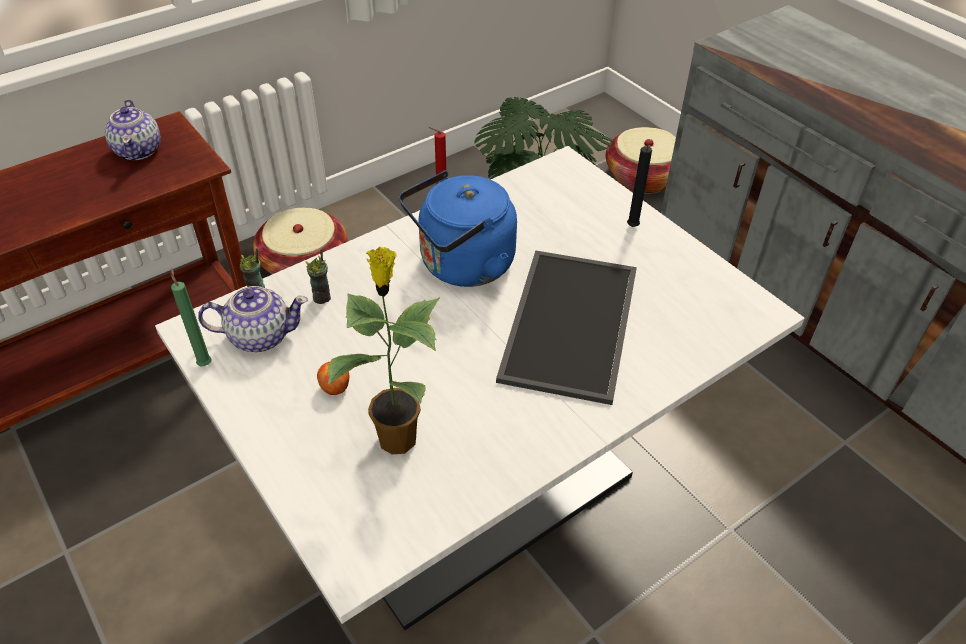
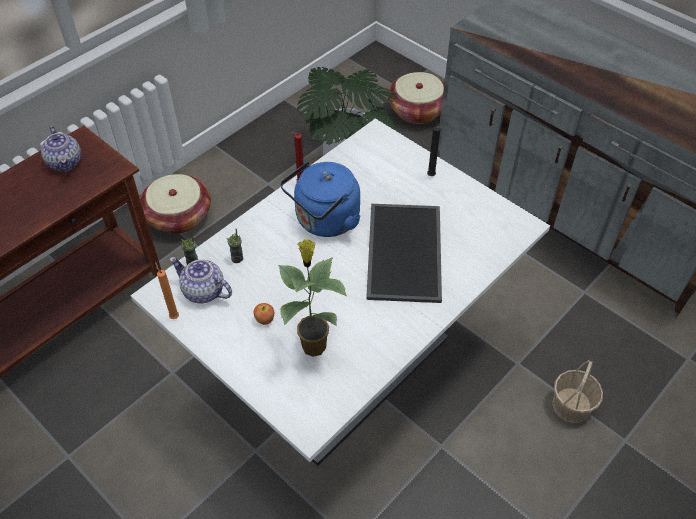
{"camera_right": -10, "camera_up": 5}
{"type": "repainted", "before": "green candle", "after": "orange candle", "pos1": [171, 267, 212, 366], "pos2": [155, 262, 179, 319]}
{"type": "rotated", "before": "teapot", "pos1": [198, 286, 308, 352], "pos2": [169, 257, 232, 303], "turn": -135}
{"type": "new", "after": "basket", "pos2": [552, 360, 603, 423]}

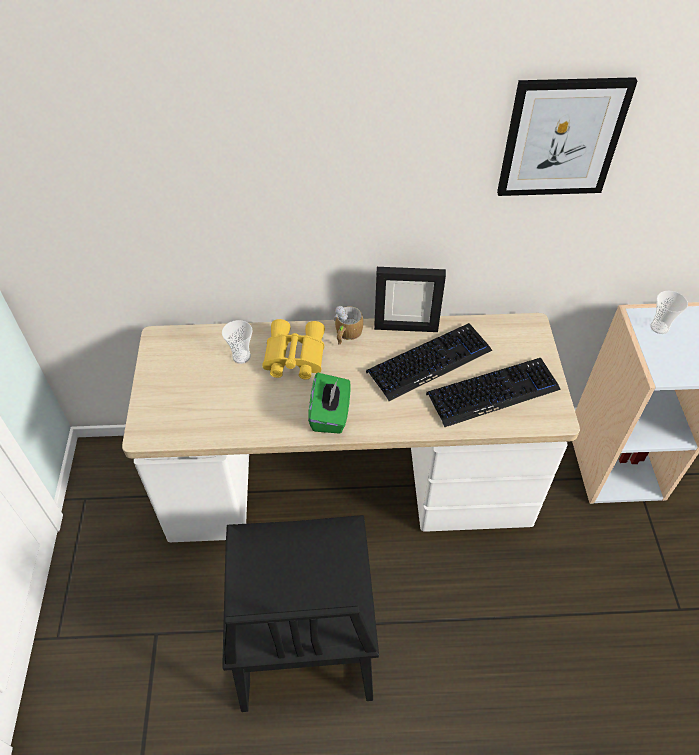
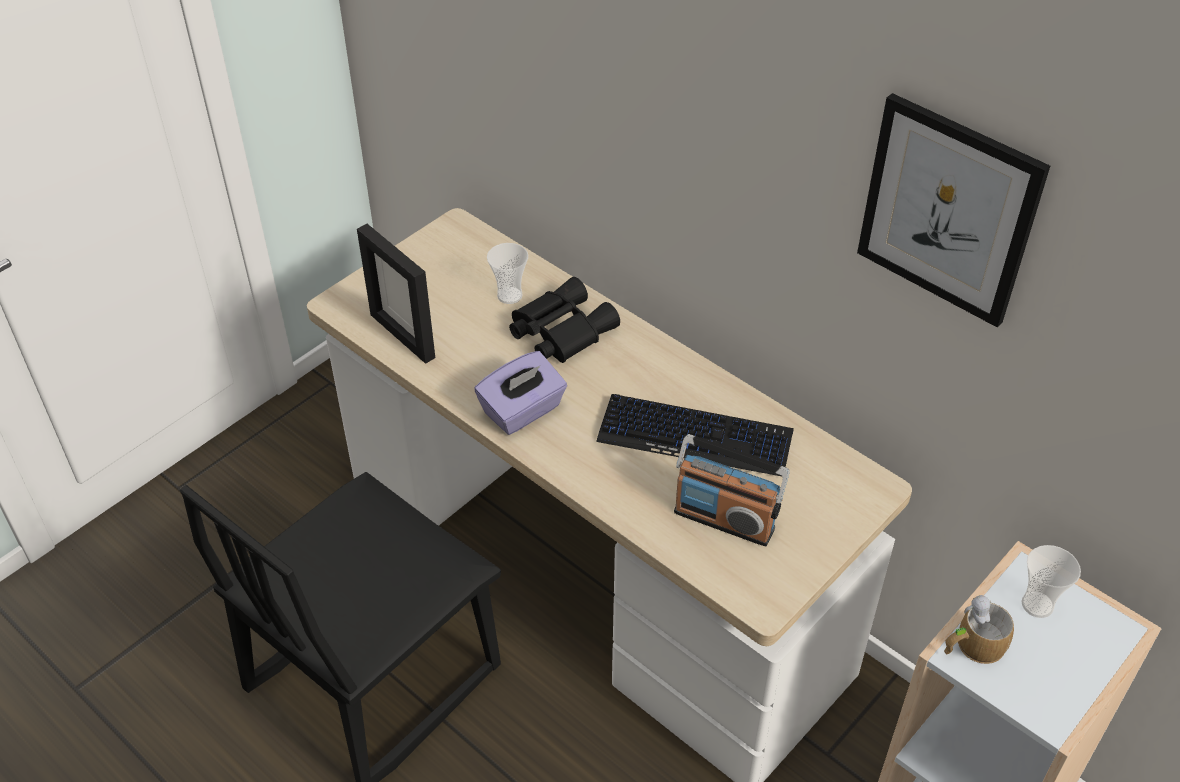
{"camera_right": 45, "camera_up": -5}
{"type": "shifted", "before": "picture frame", "pos1": [374, 267, 446, 332], "pos2": [357, 224, 435, 364]}
{"type": "shifted", "before": "mug", "pos1": [334, 306, 363, 345], "pos2": [944, 595, 1014, 664]}
{"type": "repainted", "before": "yellow binoculars", "after": "black binoculars", "pos1": [262, 319, 325, 379], "pos2": [509, 277, 620, 363]}
{"type": "swapped", "before": "keyboard", "after": "radio", "pos1": [426, 358, 561, 427], "pos2": [674, 434, 790, 546]}
{"type": "repainted", "before": "green tissue box", "after": "purple tissue box", "pos1": [308, 373, 351, 434], "pos2": [474, 351, 567, 435]}

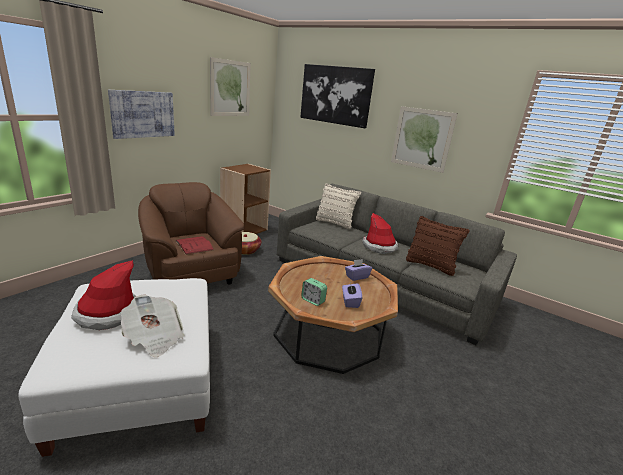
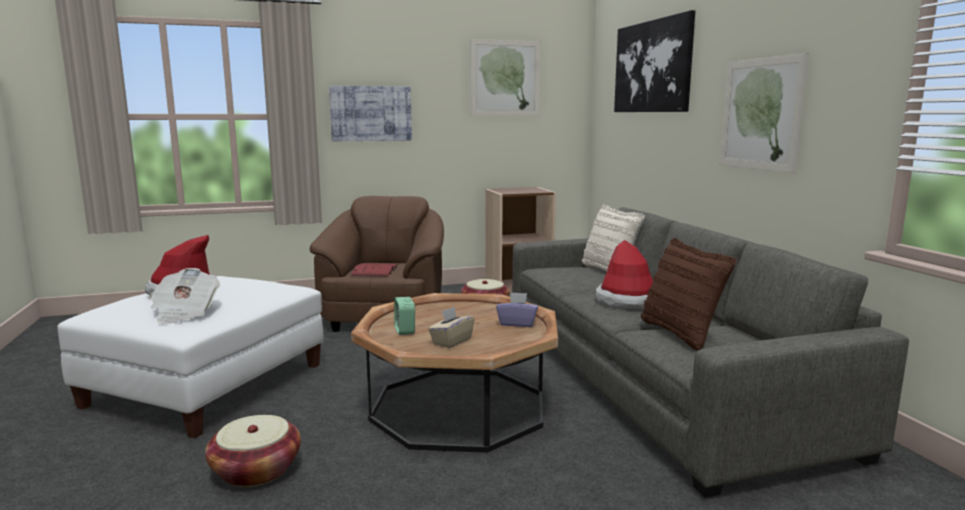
{"camera_right": 40, "camera_up": -10}
{"type": "repainted", "before": "purple tissue box", "after": "beige tissue box", "pos1": [342, 282, 362, 308], "pos2": [428, 307, 475, 348]}
{"type": "new", "after": "basket", "pos2": [205, 415, 301, 487]}

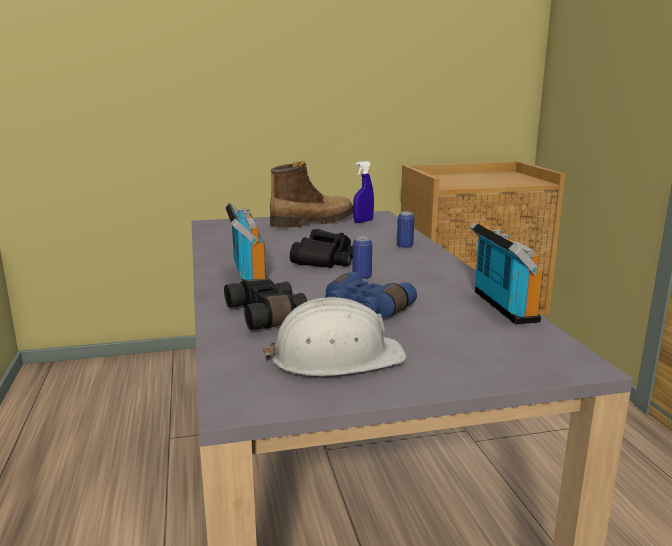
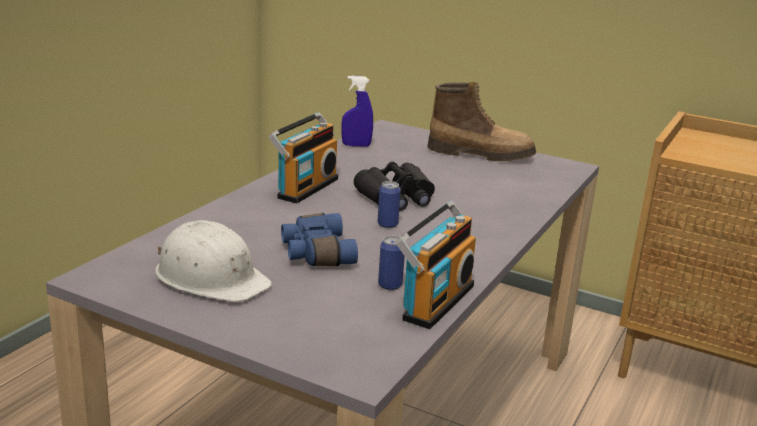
{"camera_right": 40, "camera_up": 5}
{"type": "shifted", "before": "blue spray bottle", "pos1": [353, 161, 374, 223], "pos2": [342, 76, 373, 147]}
{"type": "shifted", "before": "can", "pos1": [397, 211, 414, 248], "pos2": [378, 235, 405, 290]}
{"type": "gone", "before": "black binoculars", "pos1": [224, 279, 307, 330]}

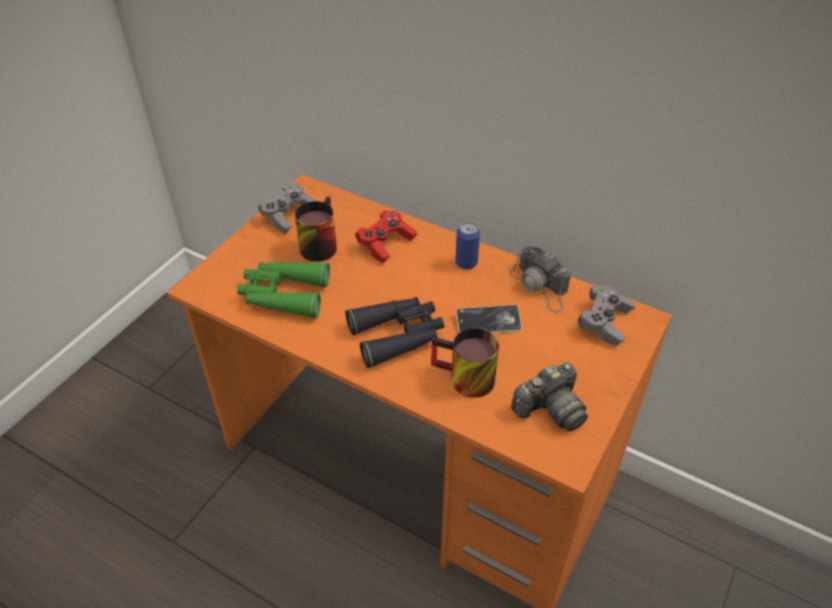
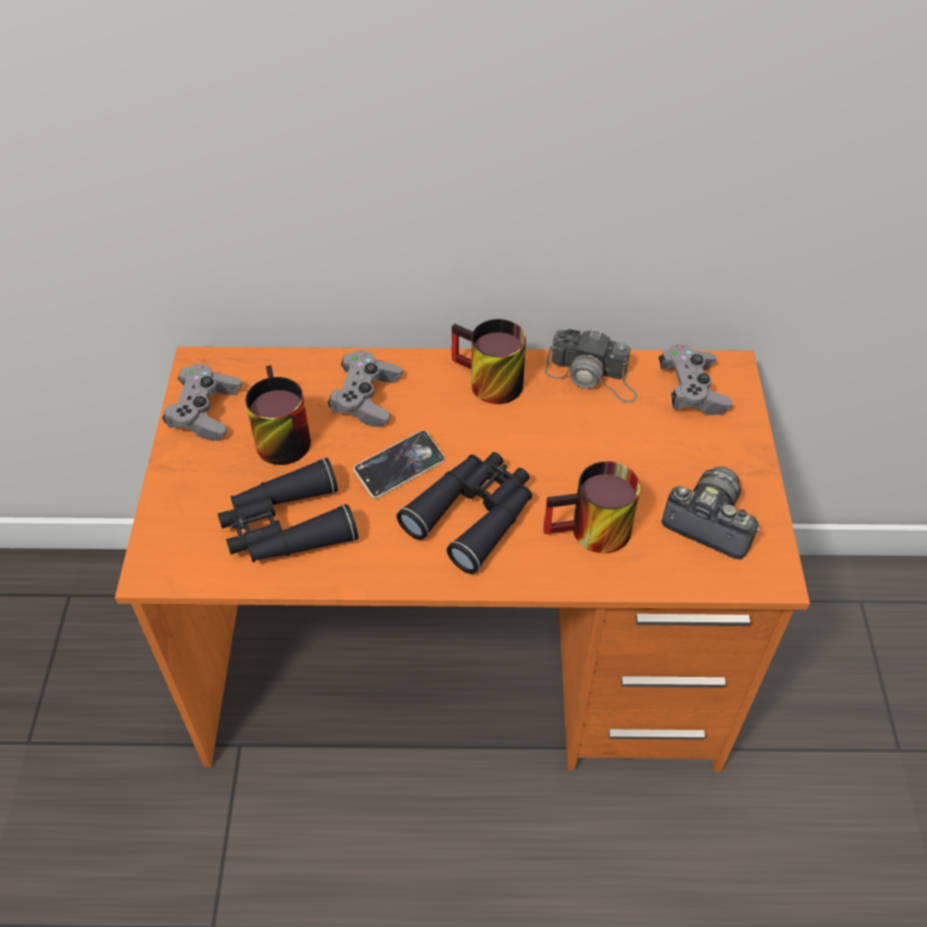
{"camera_right": -30, "camera_up": 5}
{"type": "repainted", "before": "red game controller", "after": "grey game controller", "pos1": [355, 210, 417, 263], "pos2": [328, 350, 403, 428]}
{"type": "swapped", "before": "can", "after": "mug", "pos1": [455, 221, 480, 269], "pos2": [451, 319, 526, 404]}
{"type": "repainted", "before": "green binoculars", "after": "black binoculars", "pos1": [237, 262, 330, 318], "pos2": [218, 458, 358, 562]}
{"type": "shifted", "before": "phone", "pos1": [456, 305, 522, 333], "pos2": [354, 430, 445, 499]}
{"type": "rotated", "before": "photo camera", "pos1": [511, 363, 588, 431], "pos2": [661, 467, 761, 559], "turn": -90}

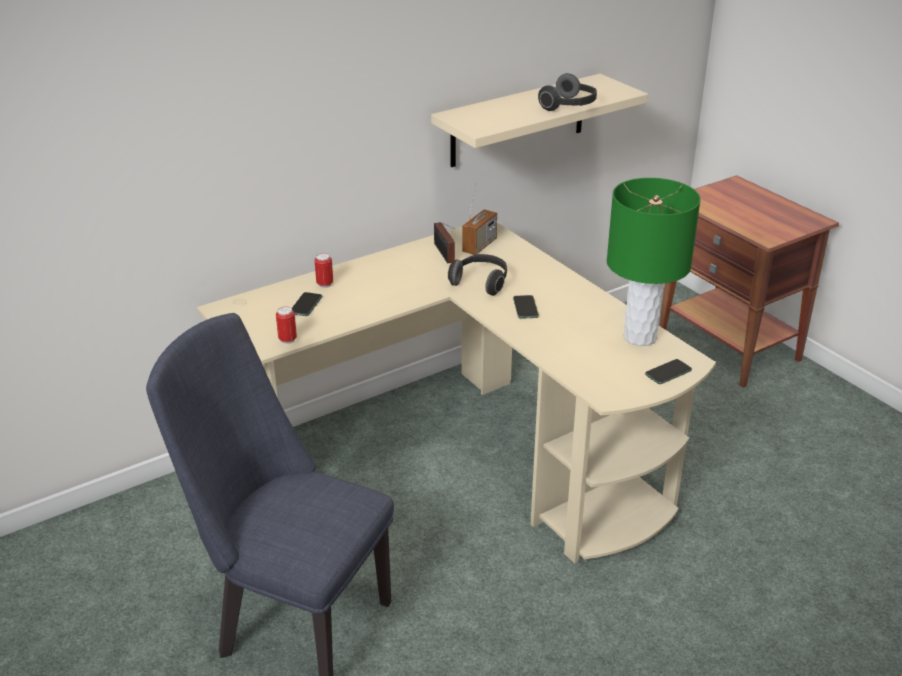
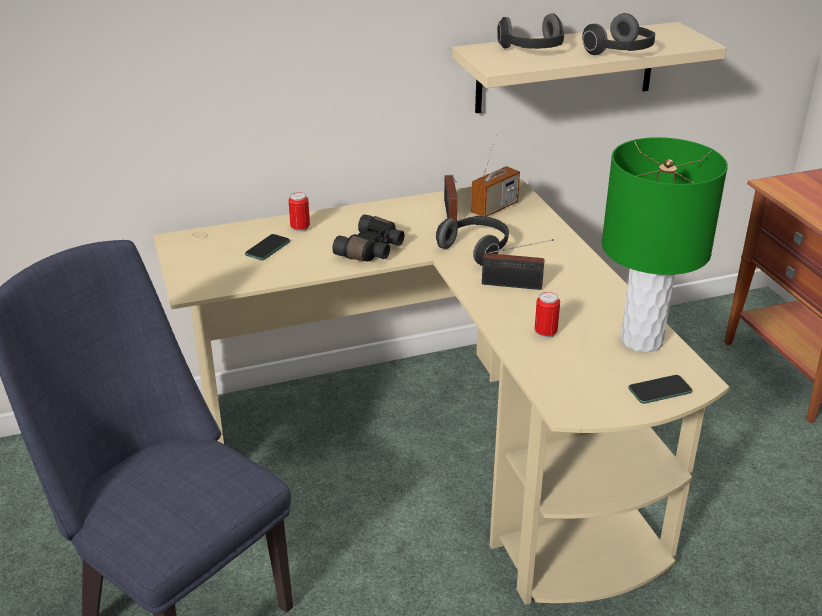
{"camera_right": 15, "camera_up": 0}
{"type": "swapped", "before": "phone", "after": "radio", "pos1": [513, 295, 539, 319], "pos2": [482, 239, 554, 290]}
{"type": "shifted", "before": "can", "pos1": [276, 306, 297, 344], "pos2": [534, 292, 560, 339]}
{"type": "new", "after": "headphones", "pos2": [497, 13, 564, 49]}
{"type": "new", "after": "black binoculars", "pos2": [332, 214, 404, 262]}

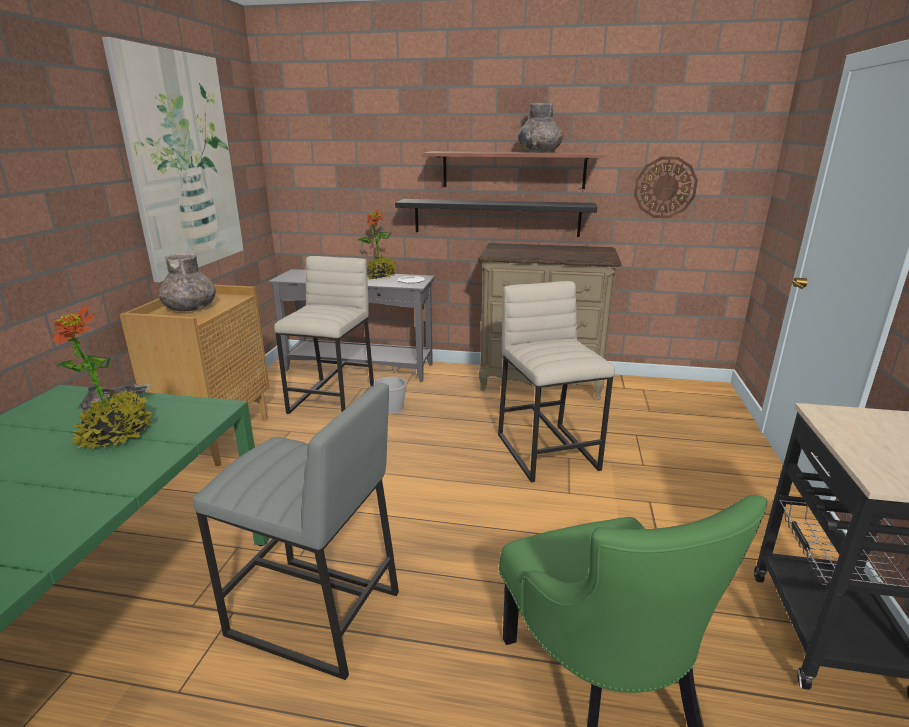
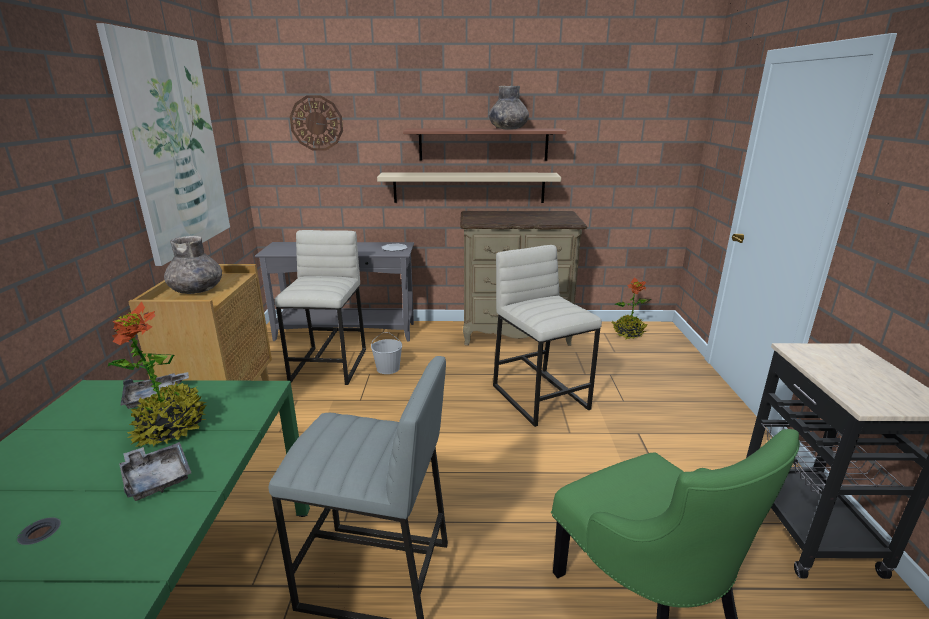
{"camera_right": -10, "camera_up": 0}
{"type": "shifted", "before": "wall clock", "pos1": [634, 157, 698, 218], "pos2": [290, 95, 343, 151]}
{"type": "repainted", "before": "black shelf", "after": "beige shelf", "pos1": [395, 199, 597, 237], "pos2": [377, 172, 561, 203]}
{"type": "shifted", "before": "potted plant", "pos1": [358, 210, 396, 279], "pos2": [611, 278, 651, 340]}
{"type": "new", "after": "grey tray", "pos2": [119, 442, 191, 501]}

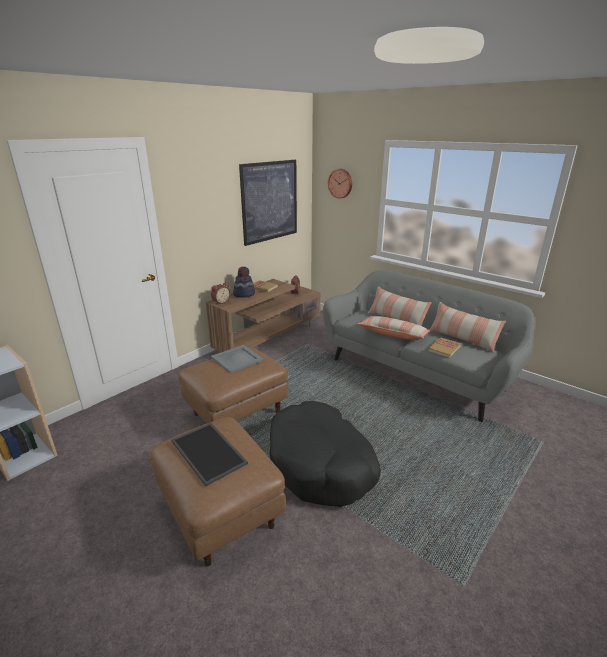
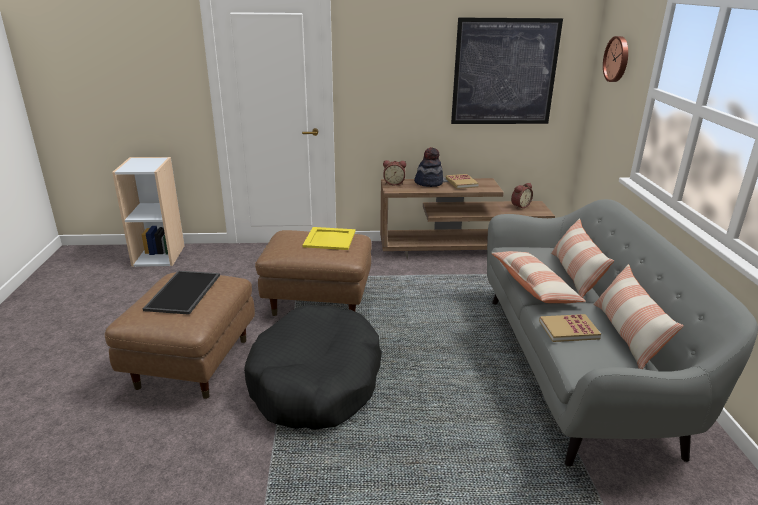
{"camera_right": 45, "camera_up": 0}
{"type": "repainted", "before": "grey tray", "after": "yellow tray", "pos1": [211, 345, 264, 373], "pos2": [303, 227, 355, 250]}

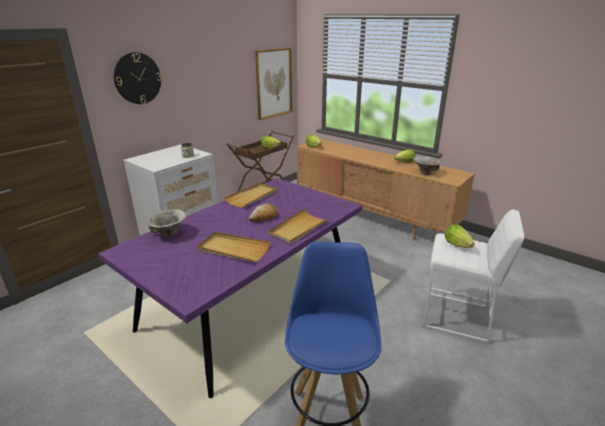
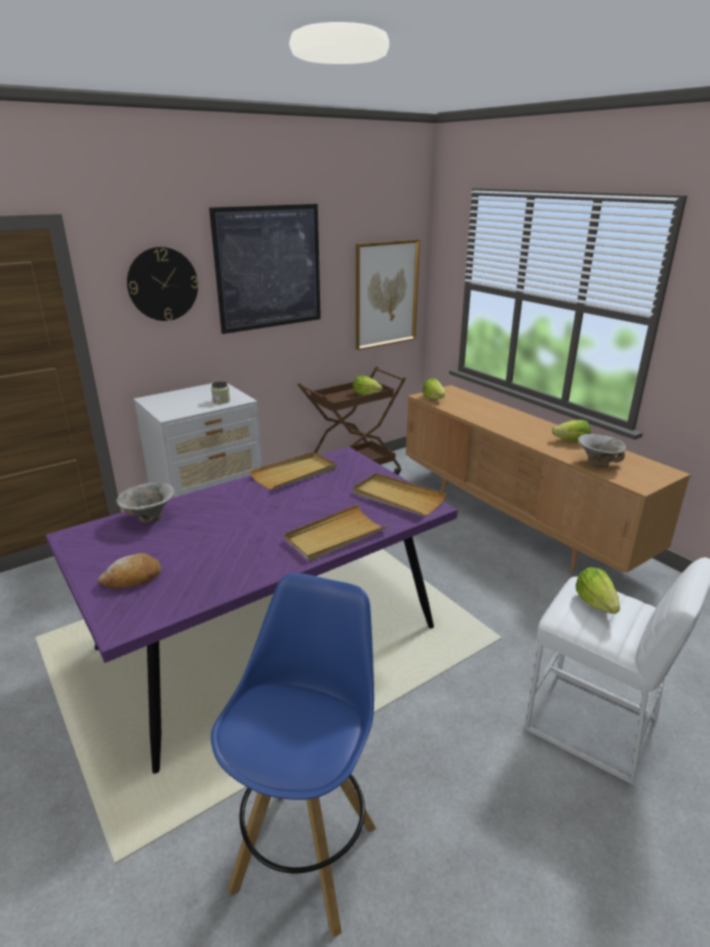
{"camera_right": 15, "camera_up": 0}
{"type": "shifted", "before": "bread", "pos1": [249, 204, 278, 222], "pos2": [98, 553, 161, 589]}
{"type": "shifted", "before": "beige tray", "pos1": [197, 232, 271, 262], "pos2": [353, 473, 446, 516]}
{"type": "new", "after": "picture", "pos2": [209, 204, 321, 334]}

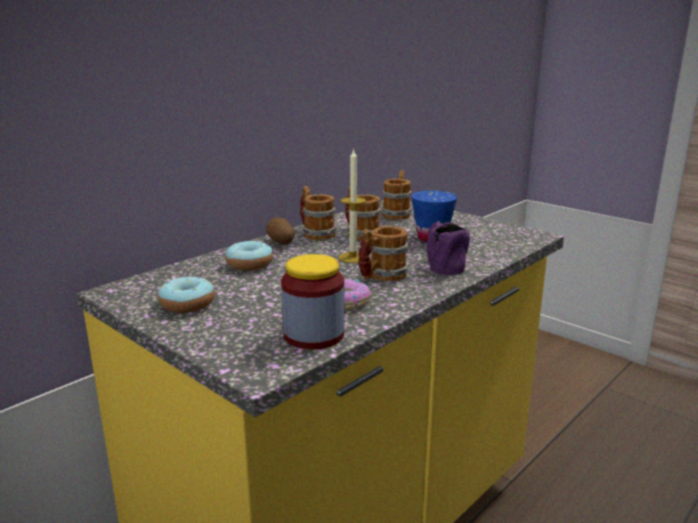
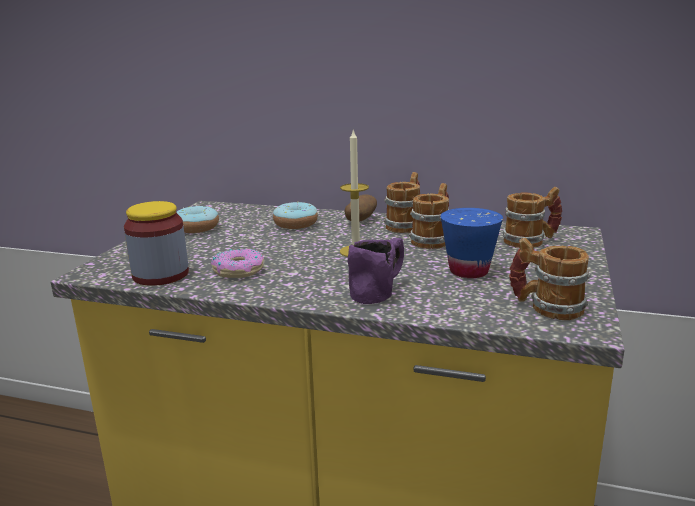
{"camera_right": 65, "camera_up": 0}
{"type": "shifted", "before": "mug", "pos1": [358, 226, 409, 281], "pos2": [509, 238, 590, 320]}

